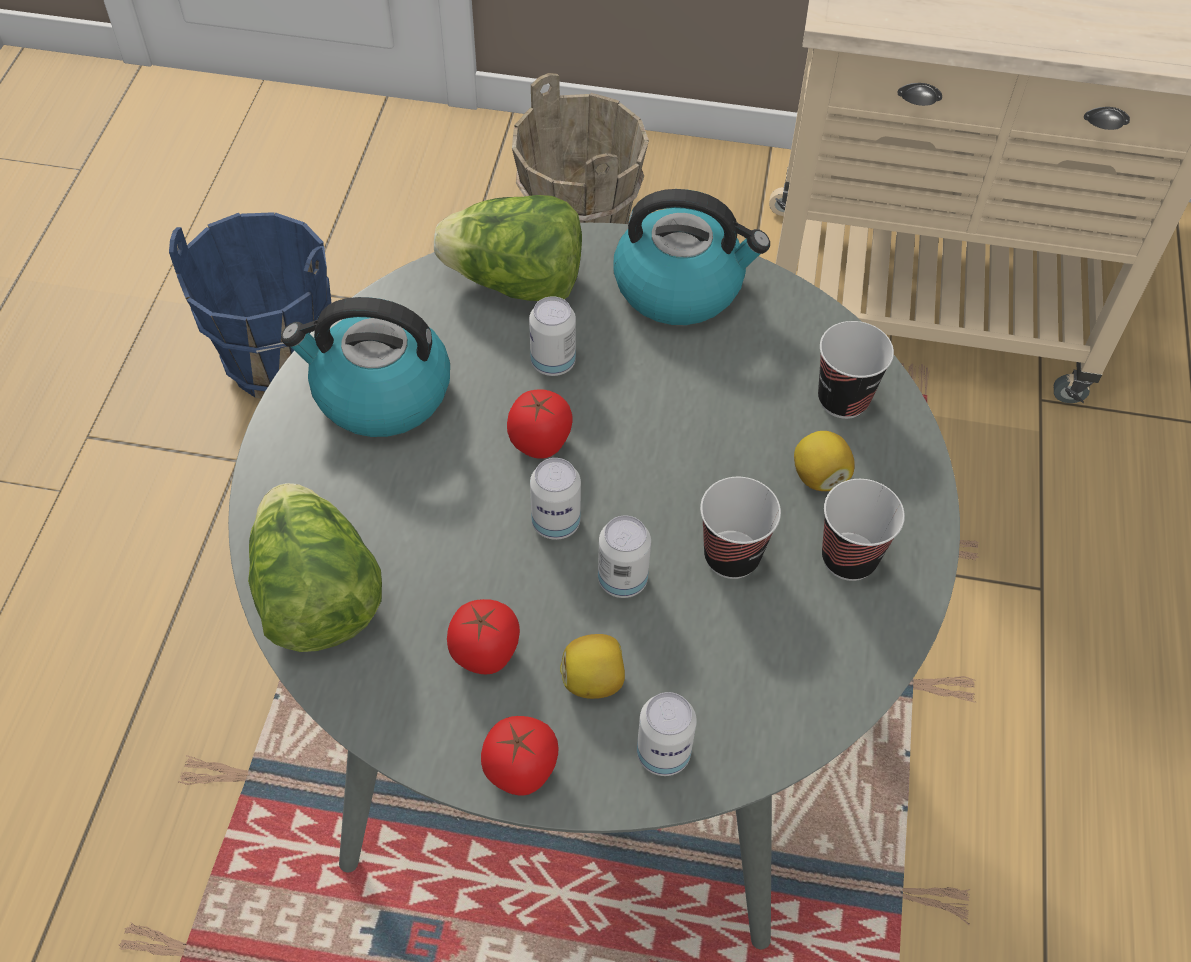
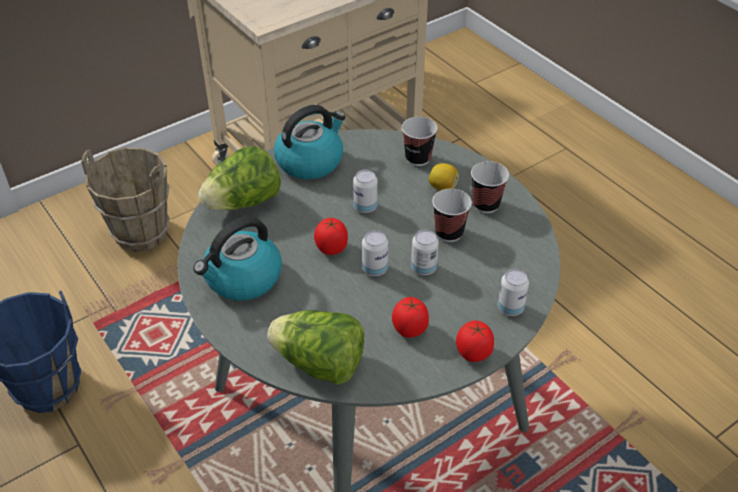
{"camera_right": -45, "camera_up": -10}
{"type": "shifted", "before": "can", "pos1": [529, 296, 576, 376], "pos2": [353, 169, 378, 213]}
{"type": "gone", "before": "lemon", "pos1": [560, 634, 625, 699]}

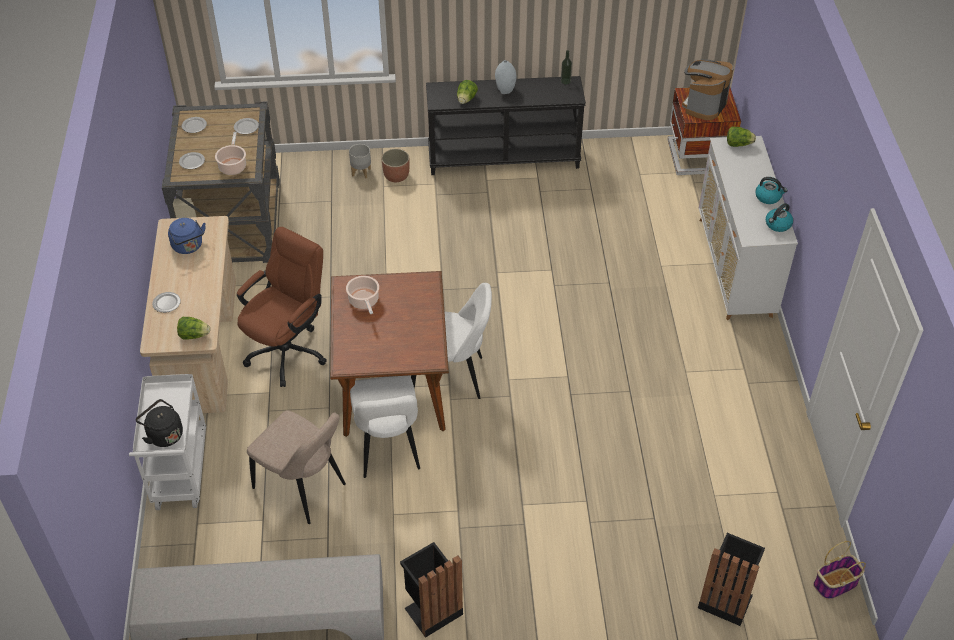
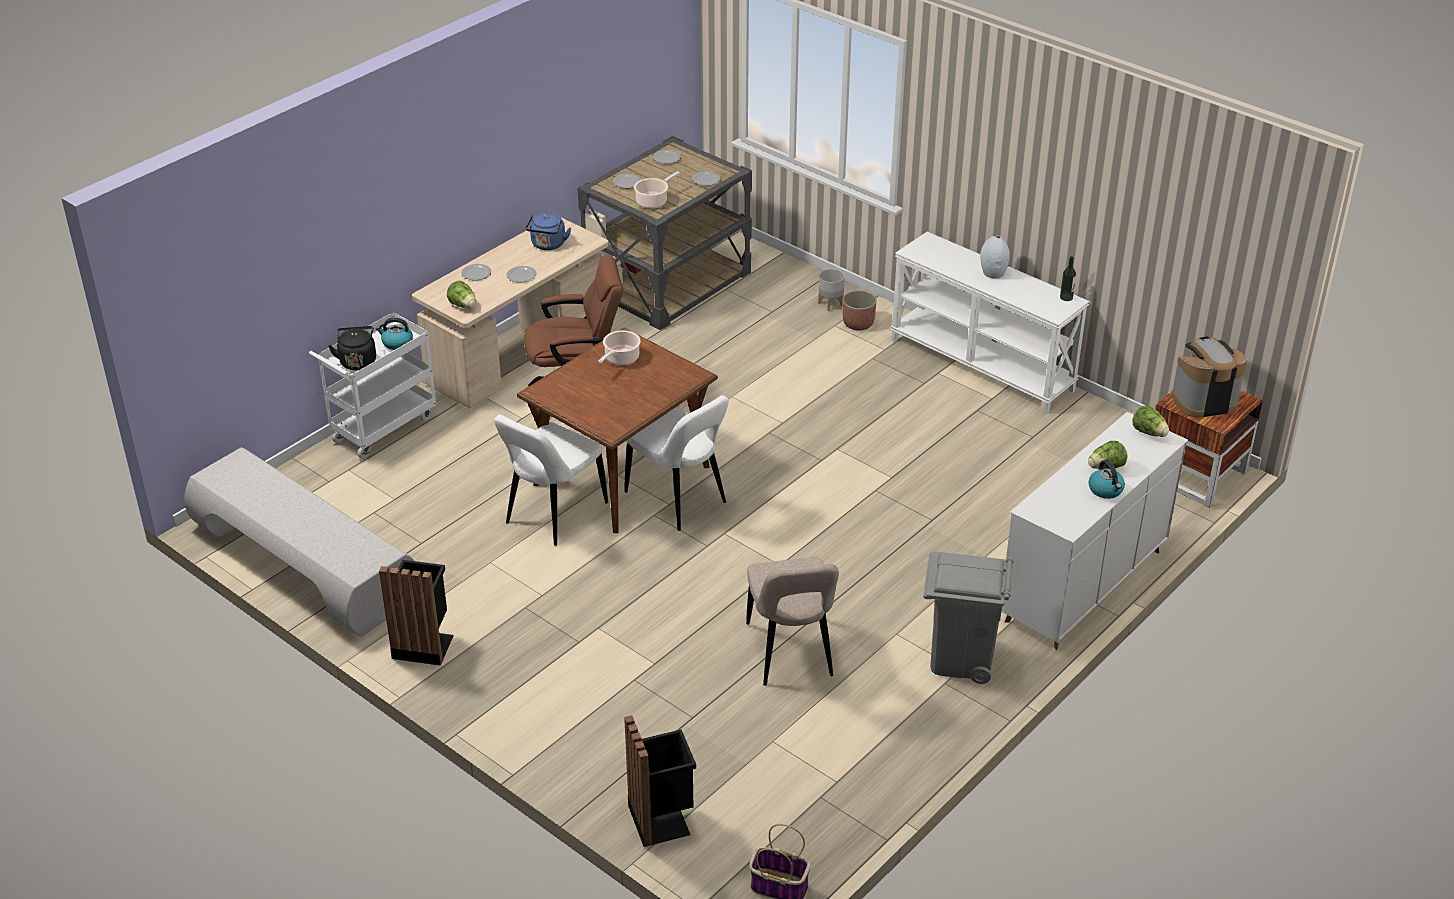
{"camera_right": 45, "camera_up": -10}
{"type": "repainted", "before": "black console table", "after": "white console table", "pos1": [426, 76, 586, 175], "pos2": [890, 232, 1090, 414]}
{"type": "shifted", "before": "lettuce", "pos1": [457, 80, 478, 104], "pos2": [1088, 441, 1127, 469]}
{"type": "shifted", "before": "kettle", "pos1": [766, 203, 793, 232], "pos2": [376, 318, 413, 350]}
{"type": "shifted", "before": "beige chair", "pos1": [247, 410, 346, 524], "pos2": [746, 557, 839, 686]}
{"type": "new", "after": "plate", "pos2": [507, 266, 536, 283]}
{"type": "new", "after": "grey trash can", "pos2": [923, 551, 1014, 684]}

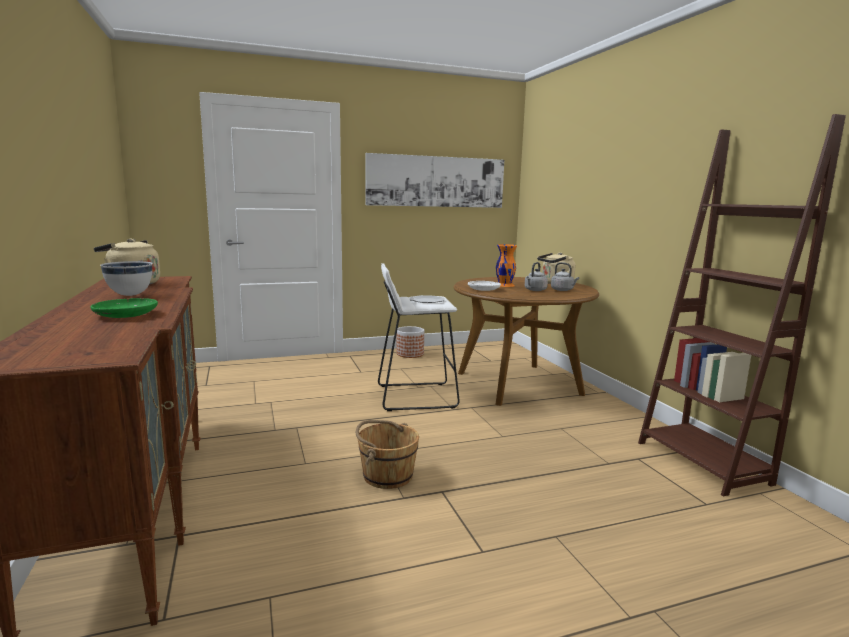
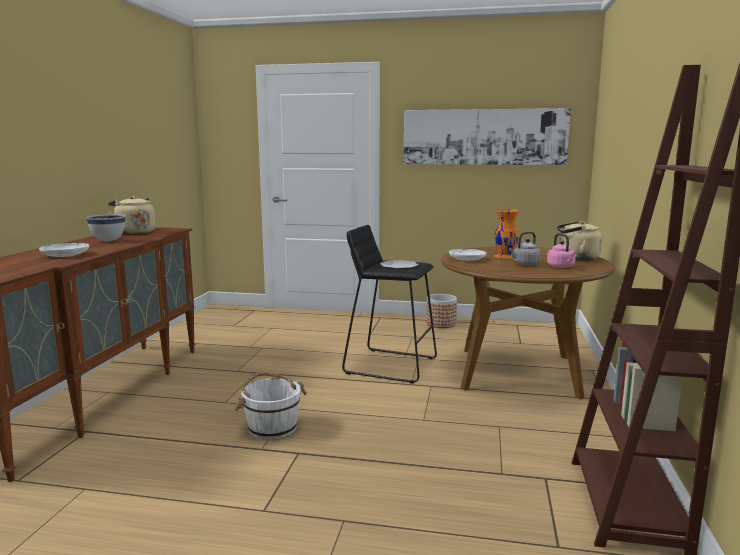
{"camera_right": 30, "camera_up": 0}
{"type": "repainted", "before": "grey kettle", "after": "pink kettle", "pos1": [551, 262, 579, 291], "pos2": [547, 233, 576, 268]}
{"type": "repainted", "before": "white stool", "after": "black stool", "pos1": [378, 263, 460, 411], "pos2": [342, 225, 437, 383]}
{"type": "repainted", "before": "green plate", "after": "white plate", "pos1": [90, 298, 158, 318], "pos2": [39, 243, 89, 257]}
{"type": "repainted", "before": "brown bucket", "after": "white bucket", "pos1": [356, 420, 419, 489], "pos2": [235, 372, 307, 440]}

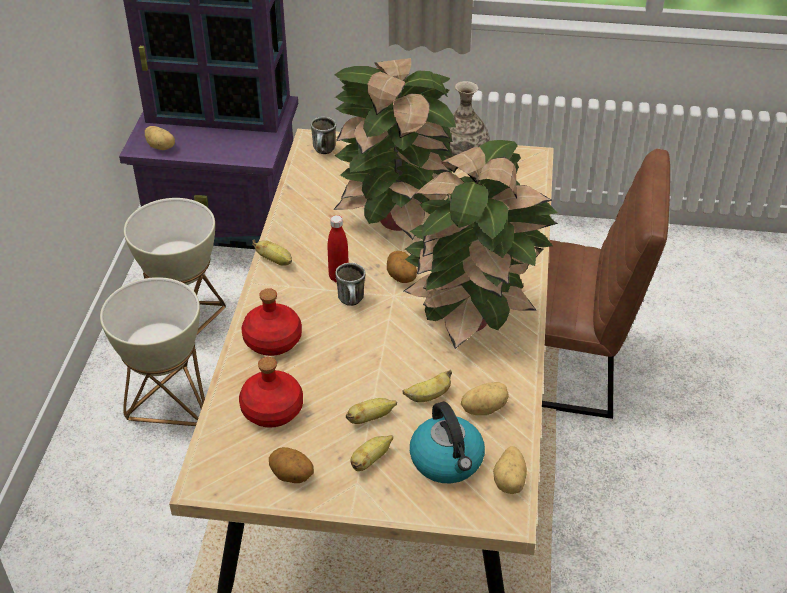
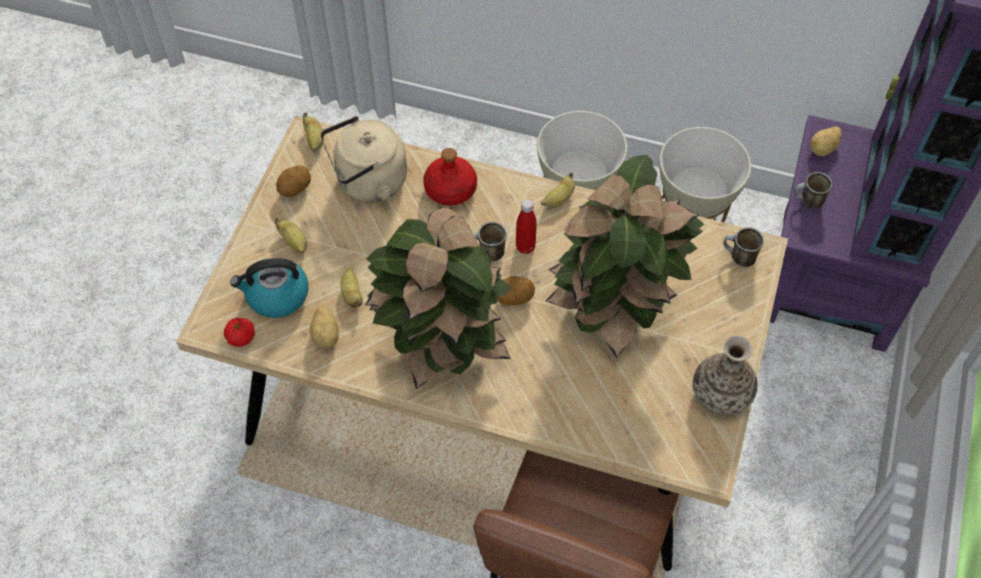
{"camera_right": 100, "camera_up": 15}
{"type": "swapped", "before": "red bottle", "after": "beige kettle", "pos1": [239, 357, 303, 428], "pos2": [320, 116, 407, 202]}
{"type": "shifted", "before": "banana", "pos1": [346, 398, 397, 424], "pos2": [303, 113, 324, 151]}
{"type": "swapped", "before": "potato", "after": "tomato", "pos1": [493, 446, 527, 494], "pos2": [224, 318, 255, 347]}
{"type": "new", "after": "mug", "pos2": [794, 172, 832, 209]}

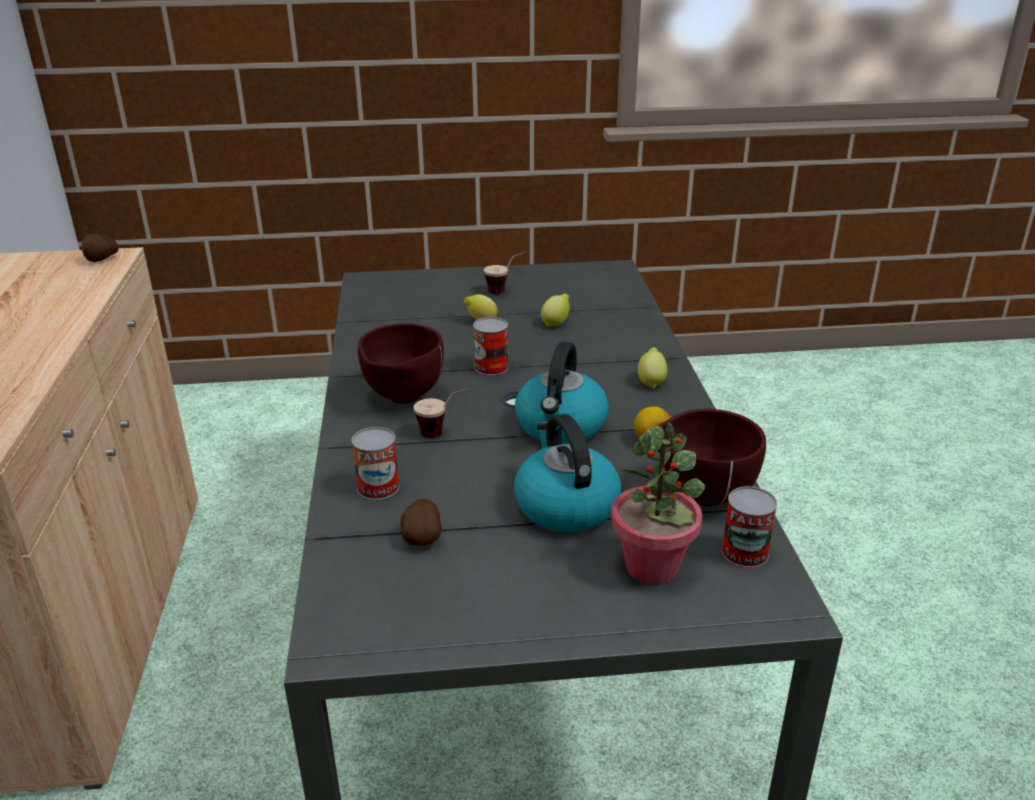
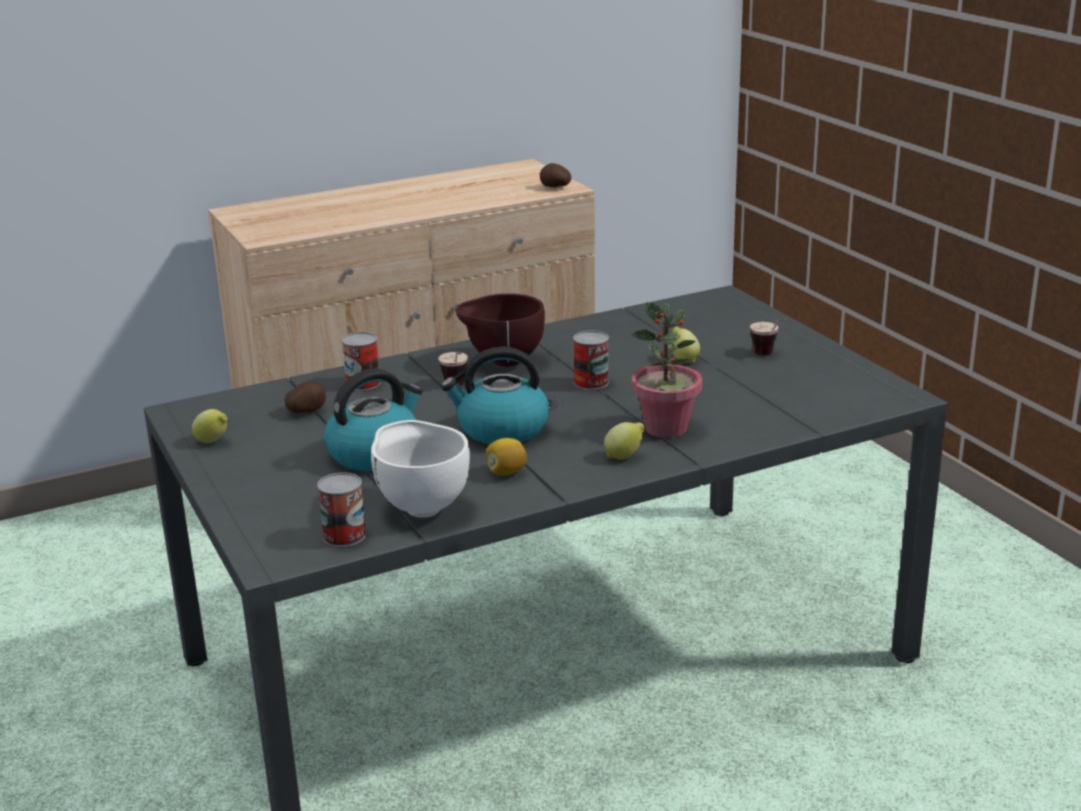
{"camera_right": 70, "camera_up": -5}
{"type": "shifted", "before": "lemon", "pos1": [541, 294, 570, 327], "pos2": [192, 409, 227, 443]}
{"type": "repainted", "before": "brown bowl", "after": "white bowl", "pos1": [657, 409, 766, 506], "pos2": [371, 420, 470, 518]}
{"type": "shifted", "before": "potted plant", "pos1": [611, 422, 705, 584], "pos2": [632, 302, 702, 438]}

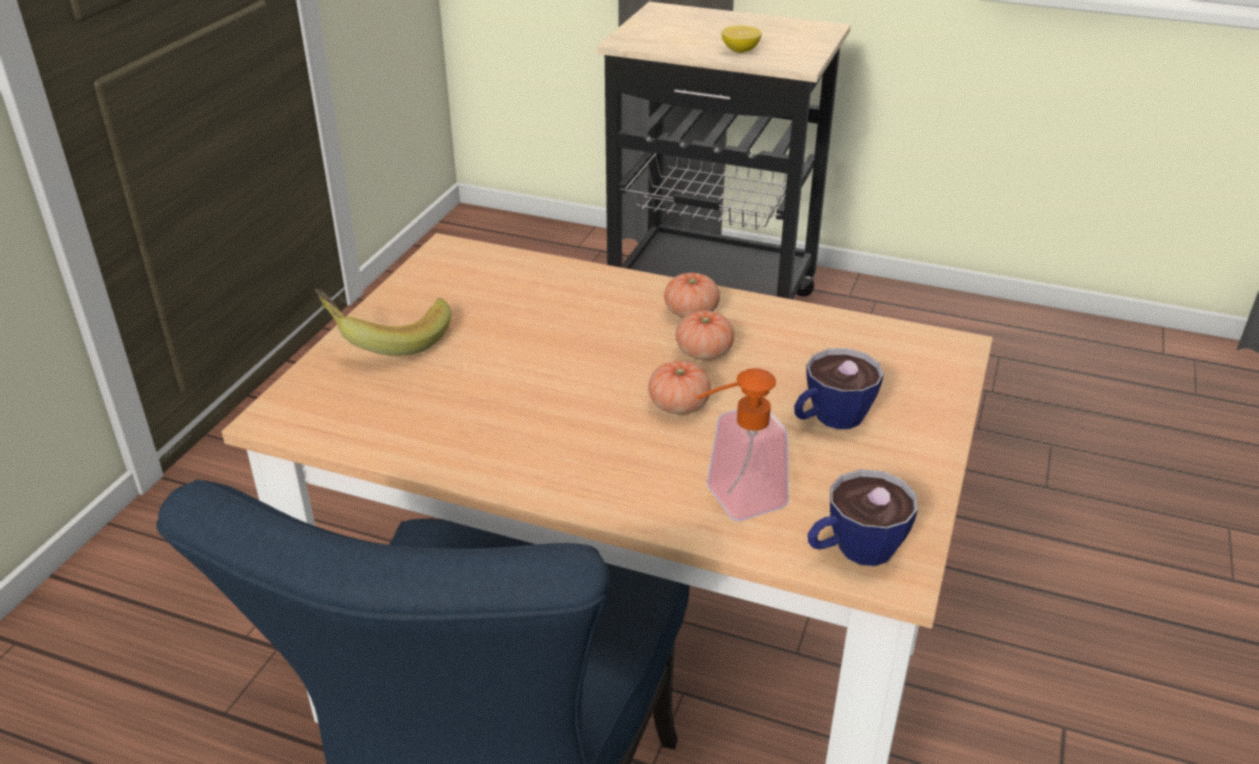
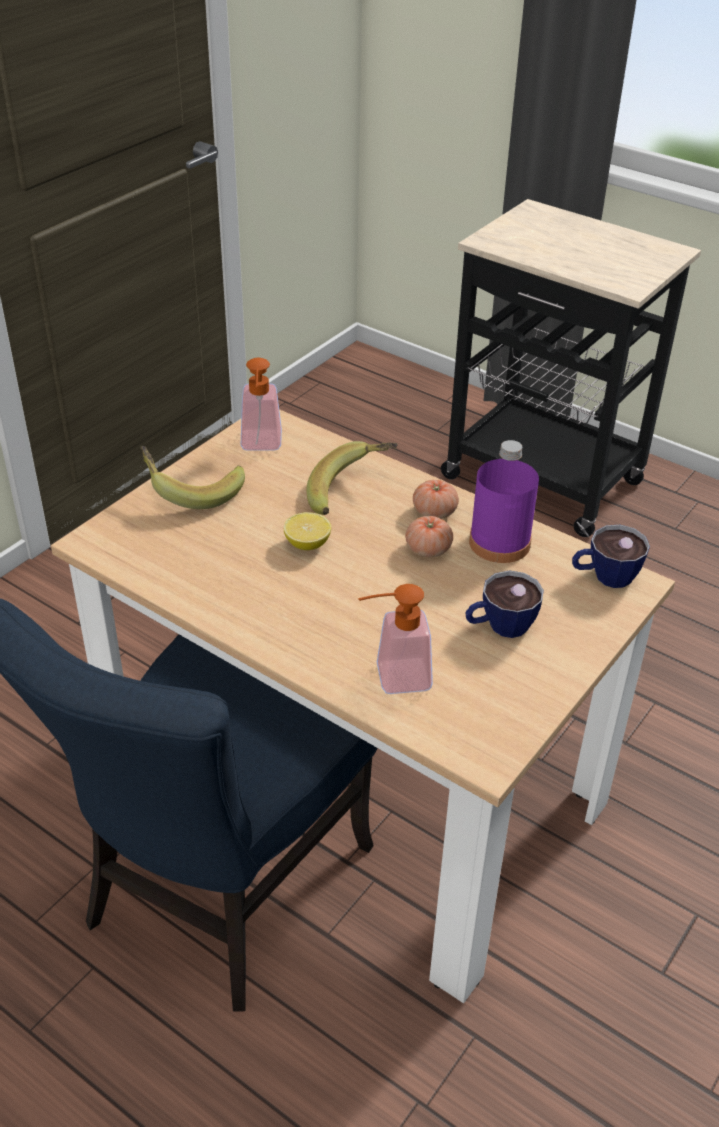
{"camera_right": 15, "camera_up": 5}
{"type": "shifted", "before": "lemon", "pos1": [721, 26, 762, 53], "pos2": [284, 512, 331, 550]}
{"type": "gone", "before": "tomato", "pos1": [648, 361, 711, 414]}
{"type": "shifted", "before": "cup", "pos1": [808, 469, 918, 566], "pos2": [572, 525, 650, 588]}
{"type": "new", "after": "soap dispenser", "pos2": [241, 358, 282, 450]}
{"type": "new", "after": "purple bottle", "pos2": [469, 440, 539, 563]}
{"type": "new", "after": "banana", "pos2": [306, 441, 398, 515]}

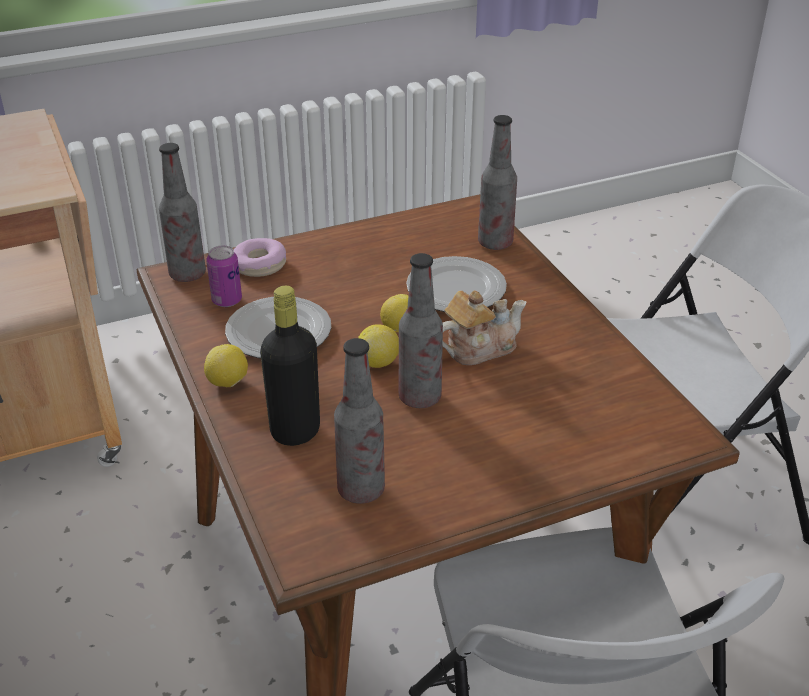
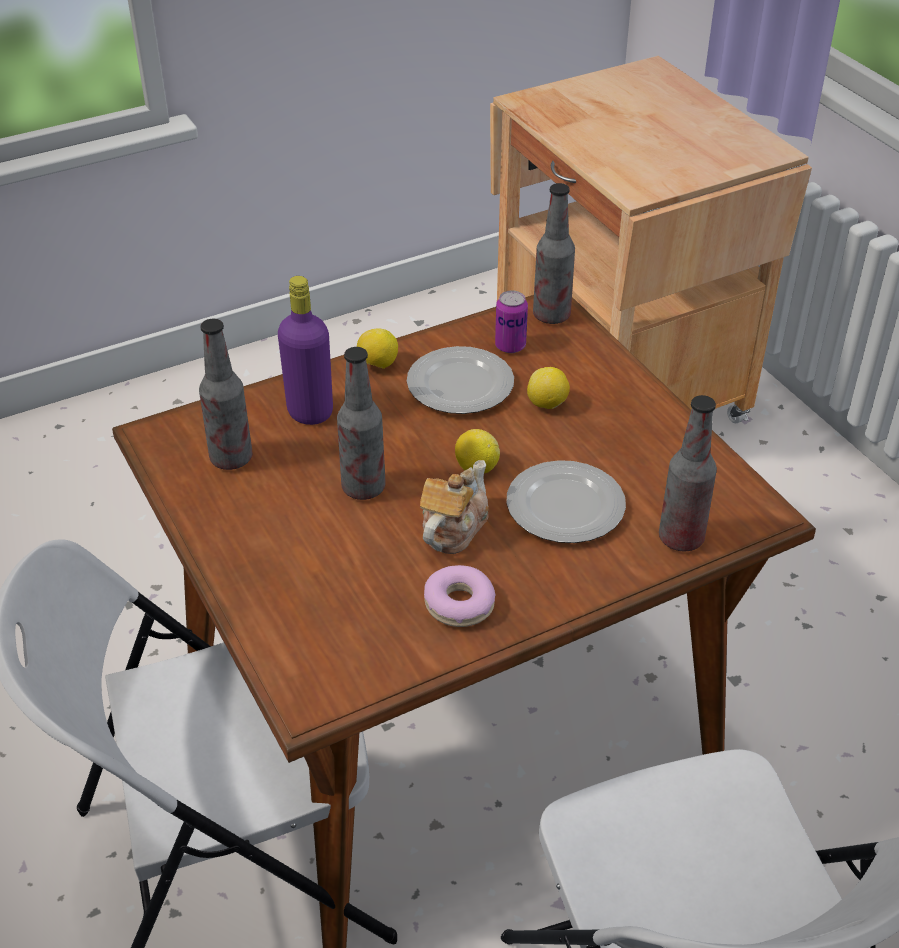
{"camera_right": 85, "camera_up": 5}
{"type": "shifted", "before": "donut", "pos1": [234, 238, 286, 277], "pos2": [424, 565, 495, 627]}
{"type": "repainted", "before": "black bottle", "after": "purple bottle", "pos1": [260, 286, 320, 446], "pos2": [278, 276, 333, 425]}
{"type": "rotated", "before": "teapot", "pos1": [443, 290, 527, 365], "pos2": [420, 460, 489, 554], "turn": -120}
{"type": "shifted", "before": "lemon", "pos1": [358, 324, 399, 368], "pos2": [527, 367, 570, 409]}

